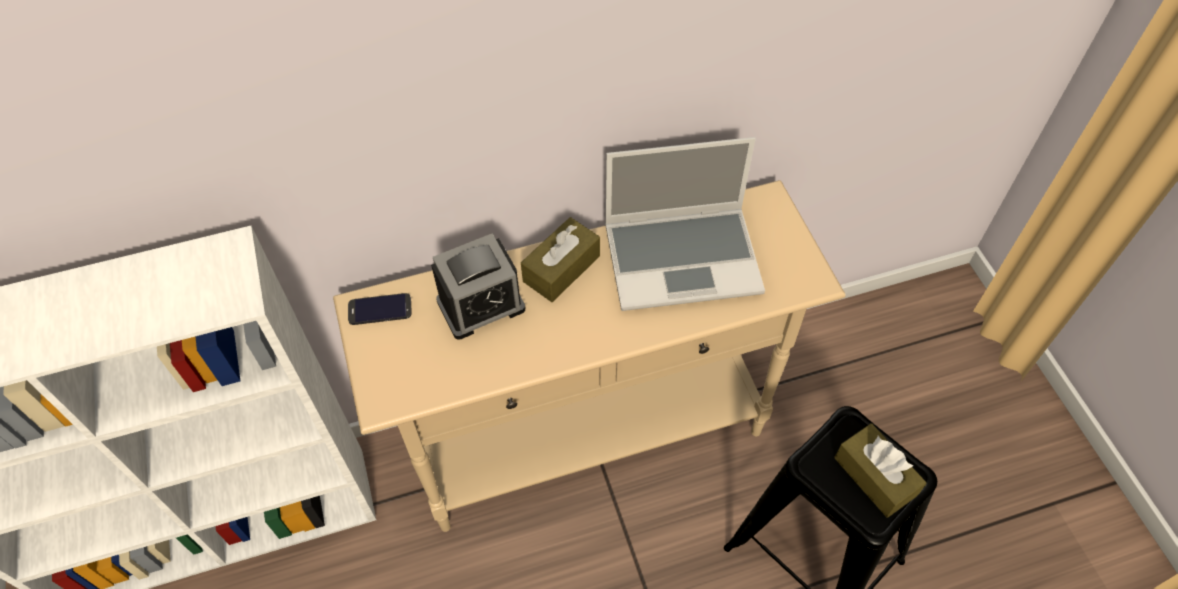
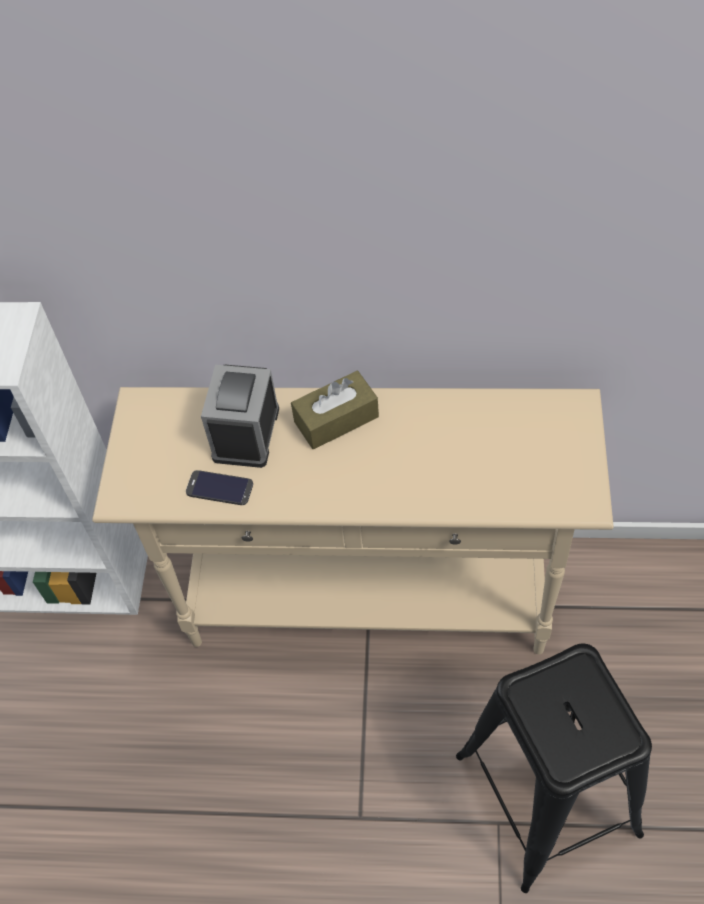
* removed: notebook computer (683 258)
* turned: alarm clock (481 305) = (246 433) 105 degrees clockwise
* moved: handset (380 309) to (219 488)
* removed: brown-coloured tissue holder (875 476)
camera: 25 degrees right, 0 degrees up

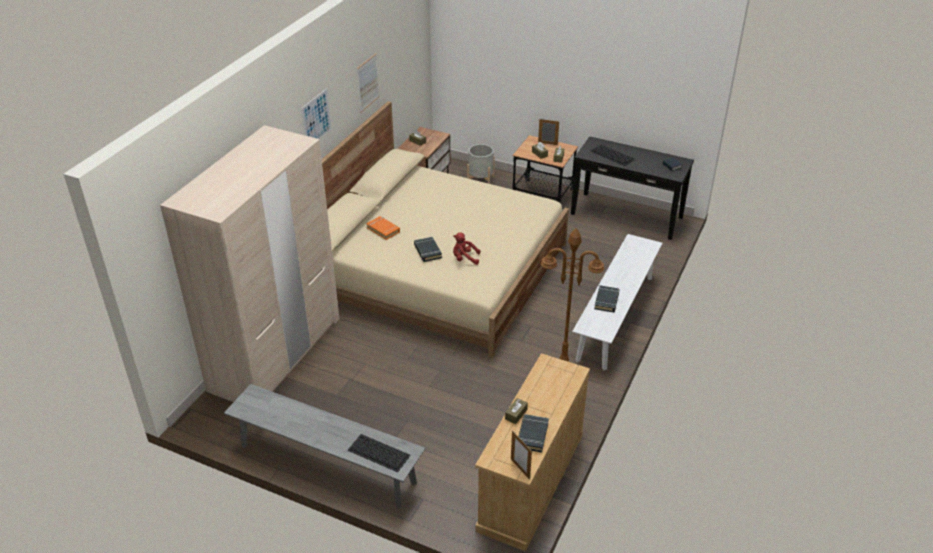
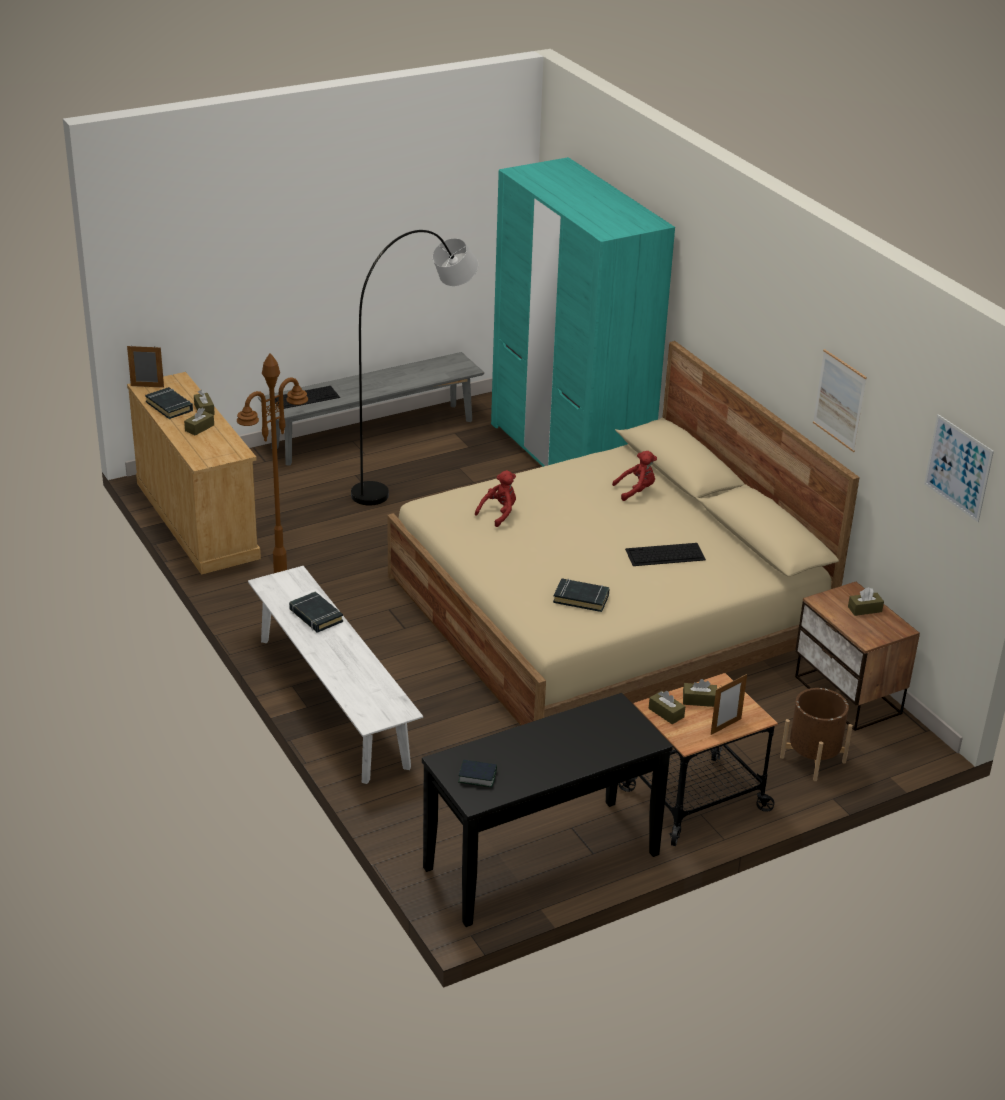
* moved: picture (316 119) to (958 467)
* recoloured: beige armoire (276 354) to turquoise armoire (568 457)
* recoloured: gray flower pot (480 180) to brown-coloured flower pot (813 759)
* moved: computer keyboard (613 155) to (664 555)
* replaced: orange bound book (383 230) to reddish cuddly toy (636 491)
* moved: black-coloured bound book (427 251) to (581 598)
* added: gray standing lamp (416 468)
* added: brown-coloured tissue holder (199 428)
camera: 125 degrees right, 5 degrees down

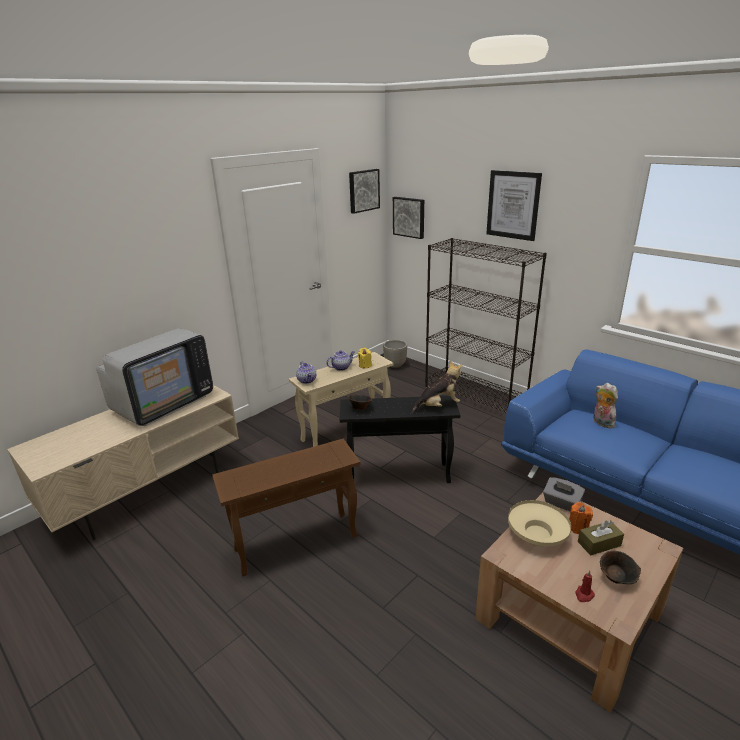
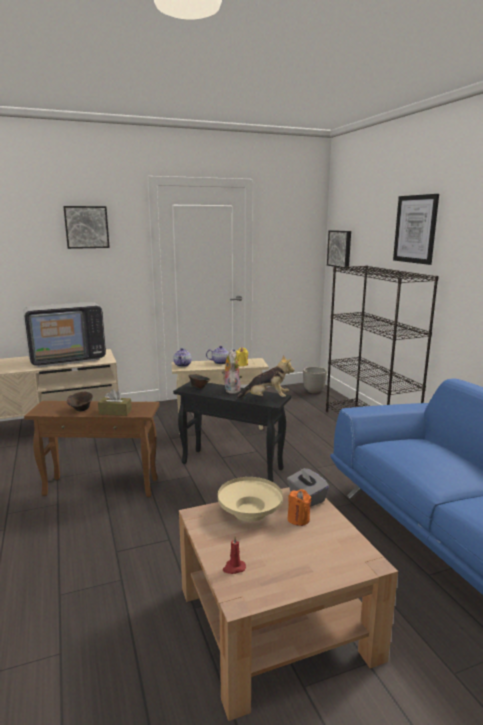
* moved: picture (363 190) to (86 227)
* moved: cuddly toy (601 423) to (231 390)
* moved: brown-coloured tissue holder (599 544) to (115 412)
* moved: brown-coloured bowl (617 578) to (81 409)
camera: 25 degrees right, 10 degrees down

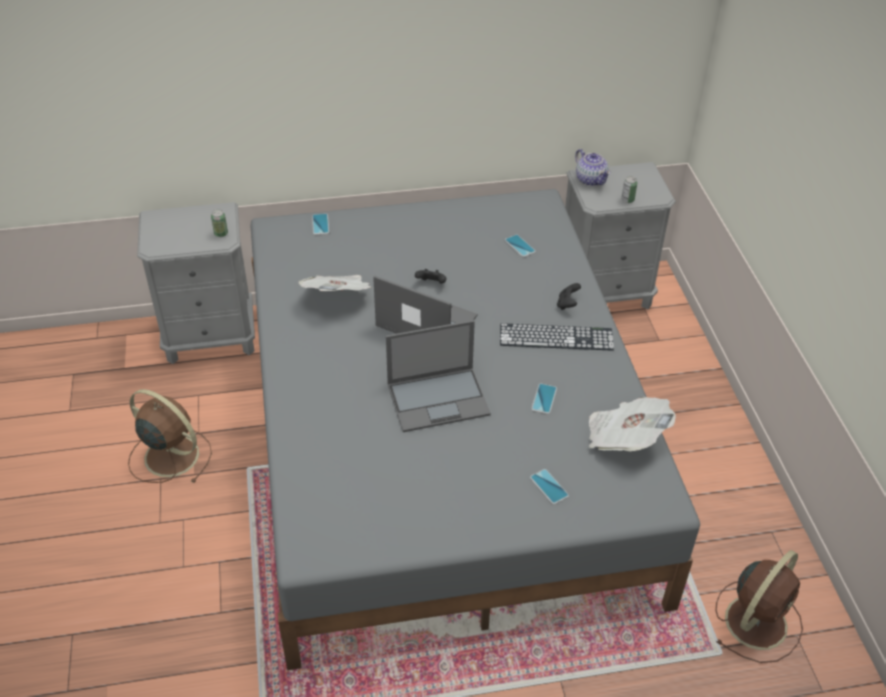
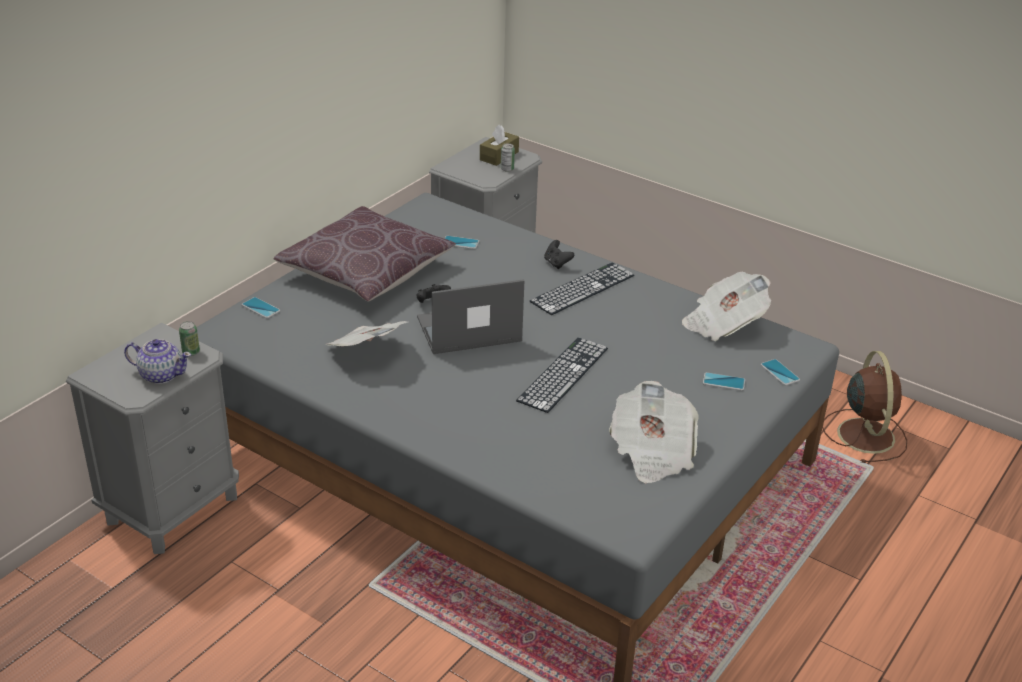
* moved: teapot (590 179) to (161 375)
* replaced: notebook computer (439 399) to computer keyboard (563 374)
* moved: handset (544 399) to (779 372)
* removed: brown-coloured cooling fan (169 455)
* added: brown-coloured tissue holder (499 156)
* added: brown-coloured throw pillow (366 272)
* added: newspaper (652 452)
camera: 45 degrees left, 10 degrees down

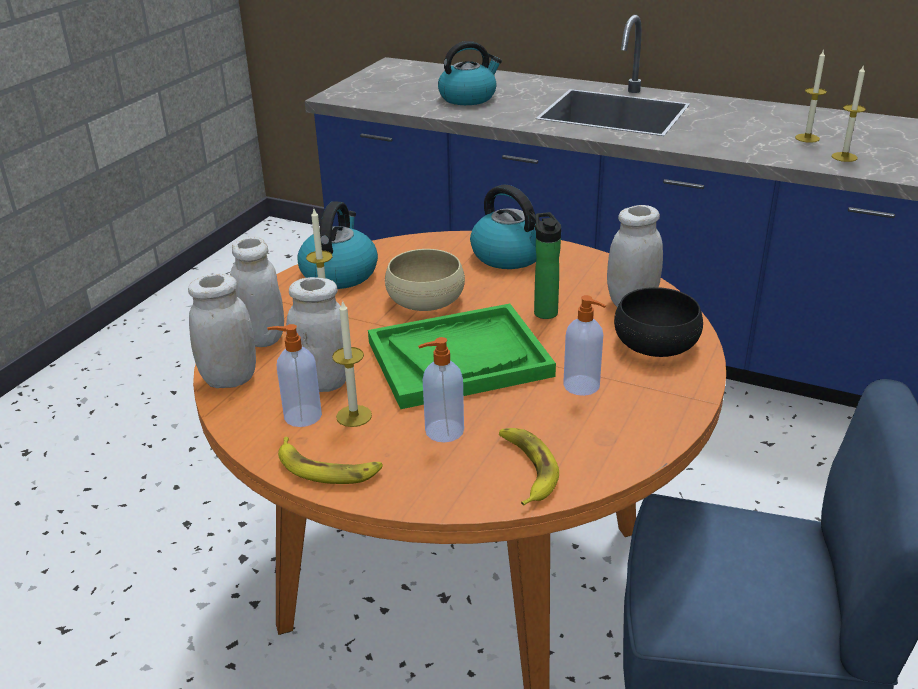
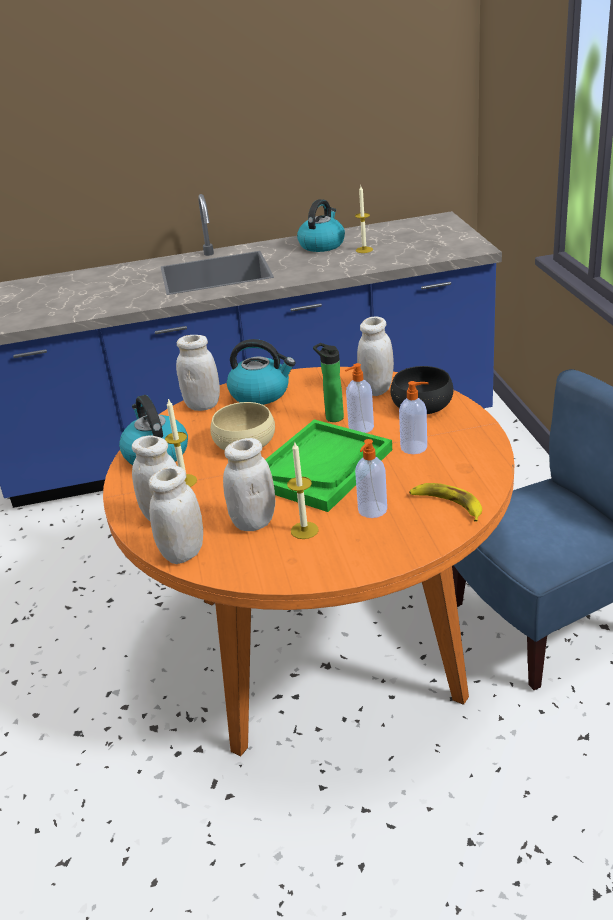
* moved: kettle (468 97) to (322 245)
* removed: wax candle (844 157)
* moved: soap bottle (301 416) to (360 428)
* removed: banana fruit (327 468)
* added: white-coloured storage jar (202 405)
camera: 35 degrees left, 0 degrees up

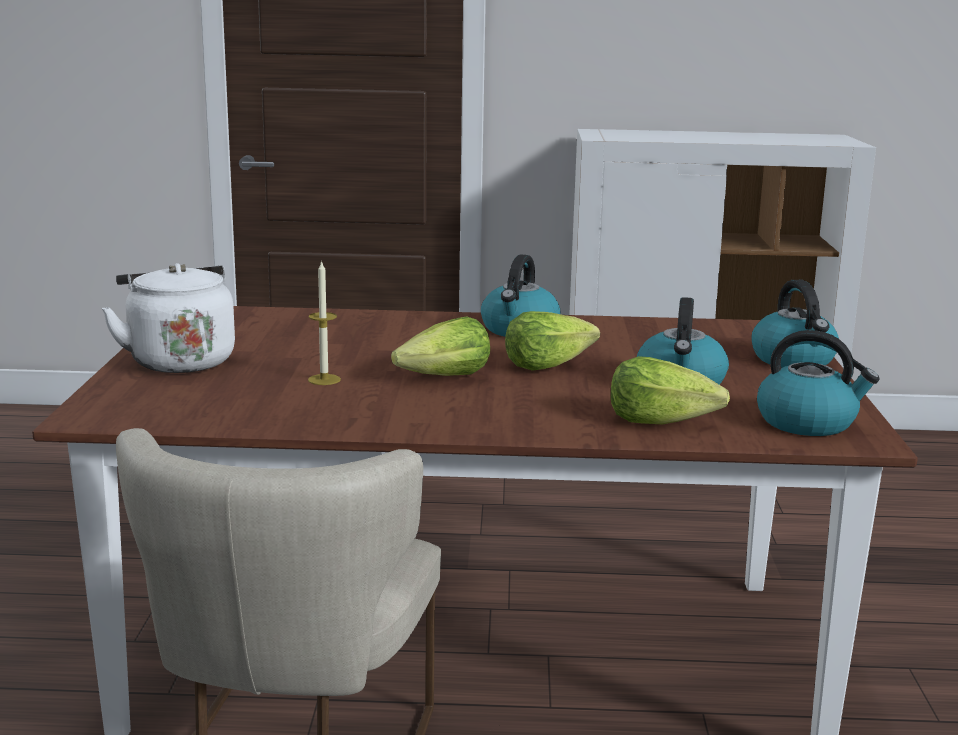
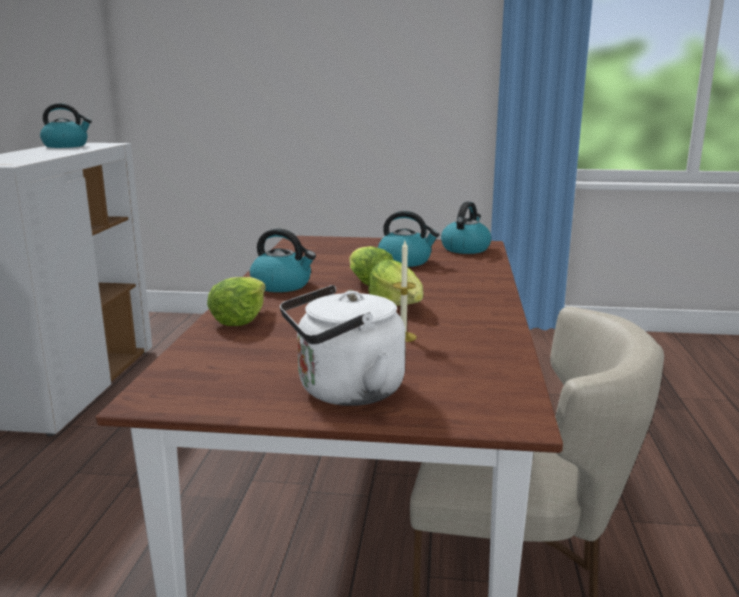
* moved: kettle (794 360) to (66 146)
* moved: lettuce (661 421) to (239 319)
camera: 85 degrees left, 0 degrees up

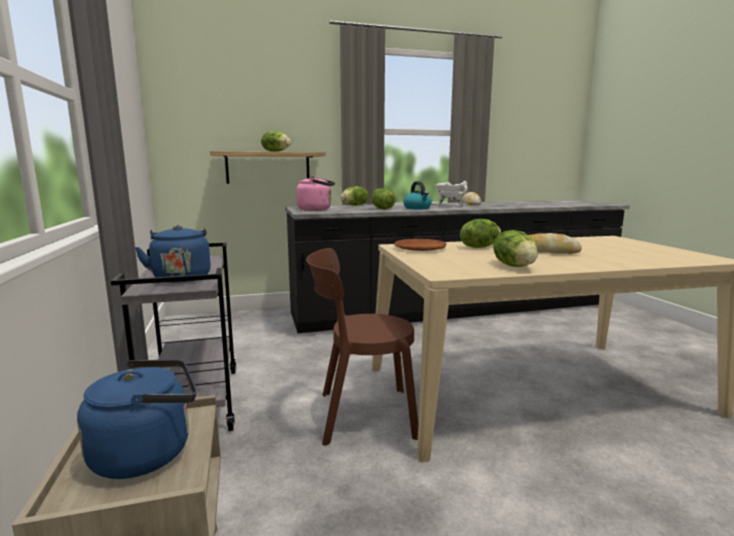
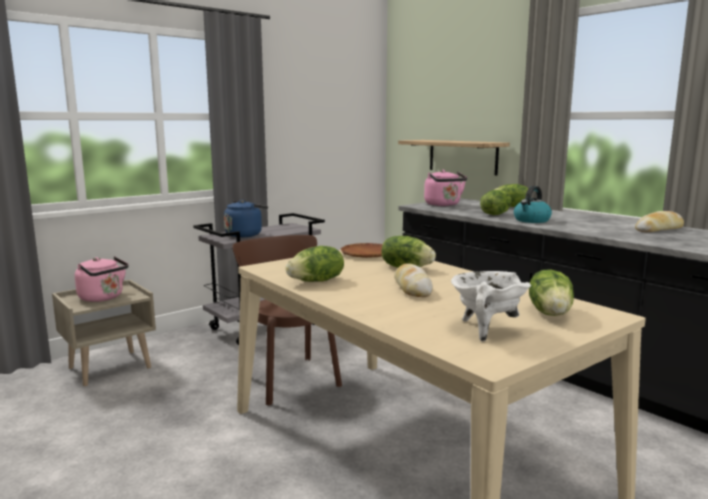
* moved: lettuce (276 152) to (551 313)
* moved: white-coloured cooking pot (450 206) to (486 329)
* recoloured: blue kettle (148 452) to pinkish kettle (103 298)
camera: 65 degrees right, 0 degrees up

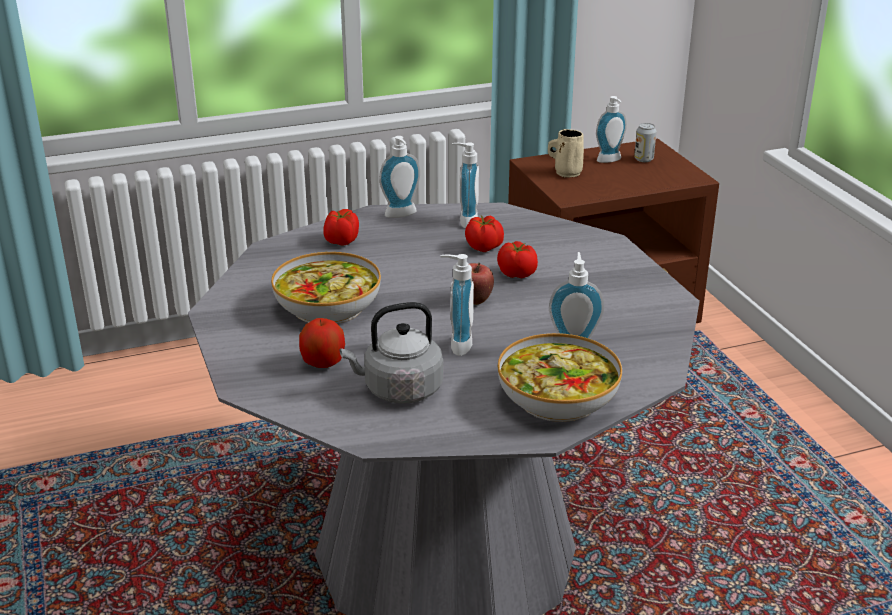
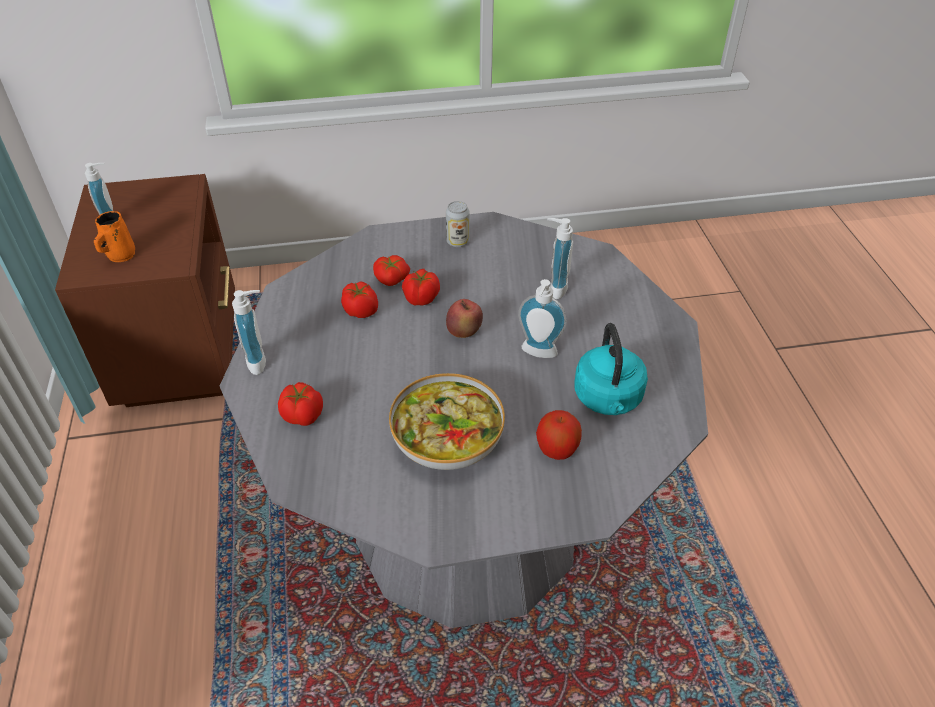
* moved: metal can (643 159) to (457 242)
* recoloured: beige tea mug (566 172) to orange tea mug (120 256)
* removed: soap bottle (464 221)
* recoloured: gray kettle (399 390) to turquoise kettle (608 399)
* removed: bowl (557 398)
* added: tomato (391 280)
camera: 80 degrees left, 15 degrees up

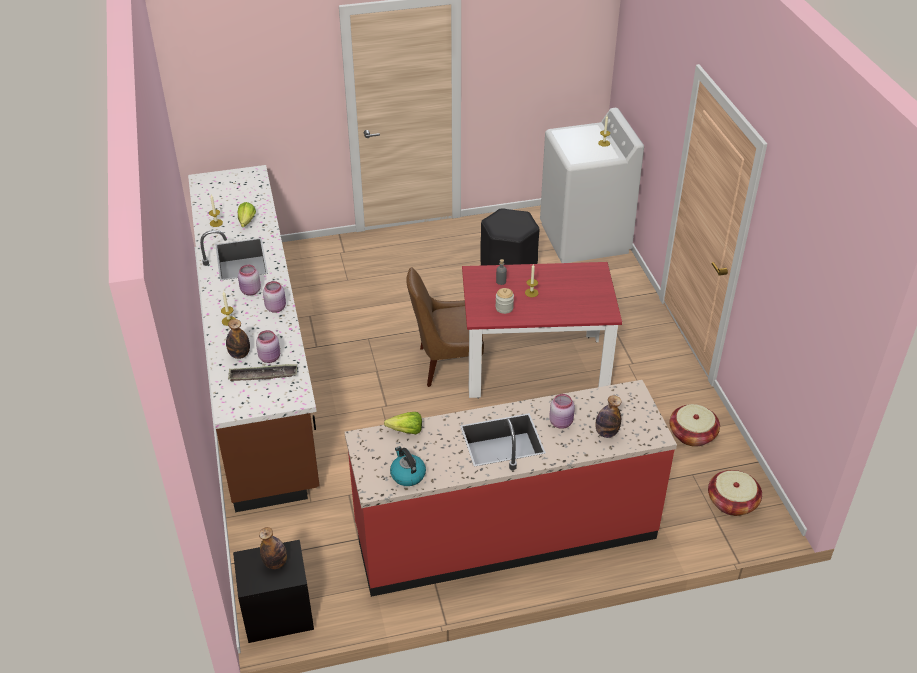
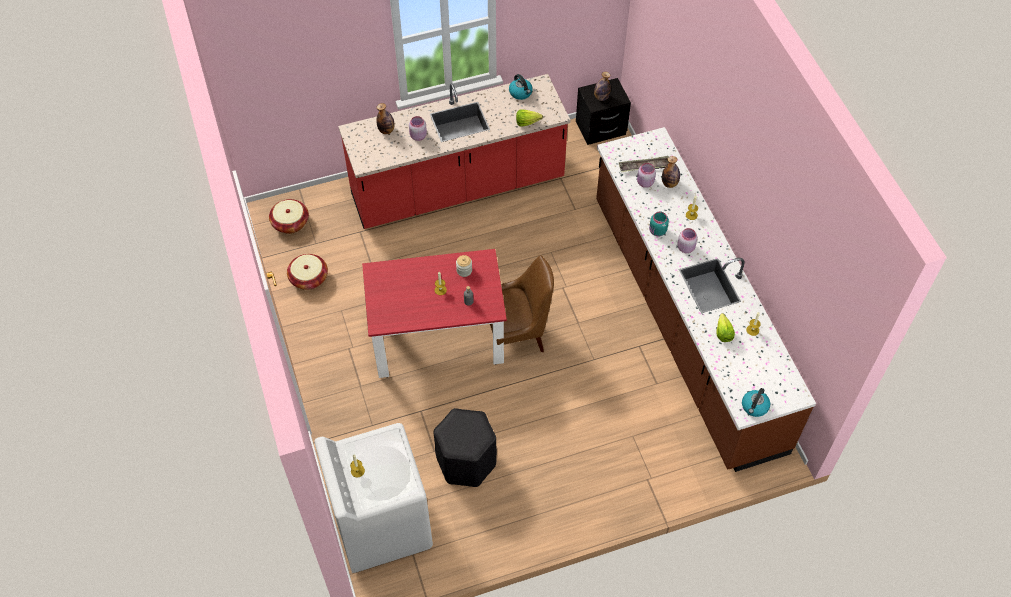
* recoloured: pinkish storage jar (276 307) to turquoise storage jar (657 231)
* added: kettle (754 407)
camera: 175 degrees right, 15 degrees up

